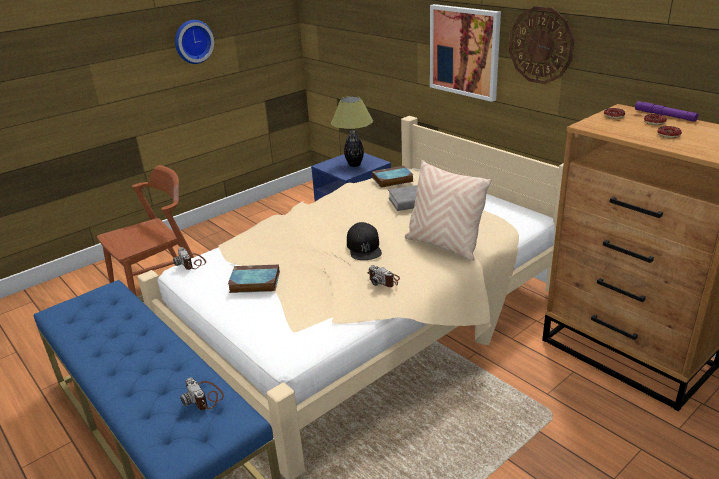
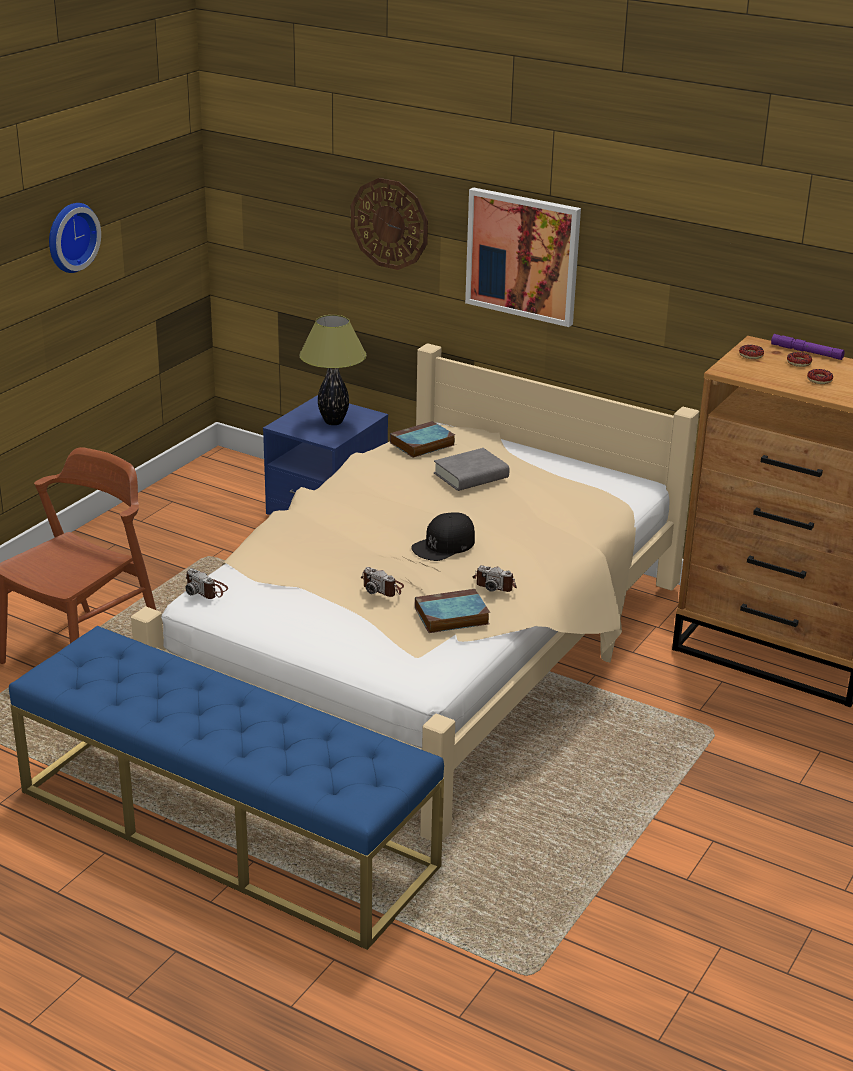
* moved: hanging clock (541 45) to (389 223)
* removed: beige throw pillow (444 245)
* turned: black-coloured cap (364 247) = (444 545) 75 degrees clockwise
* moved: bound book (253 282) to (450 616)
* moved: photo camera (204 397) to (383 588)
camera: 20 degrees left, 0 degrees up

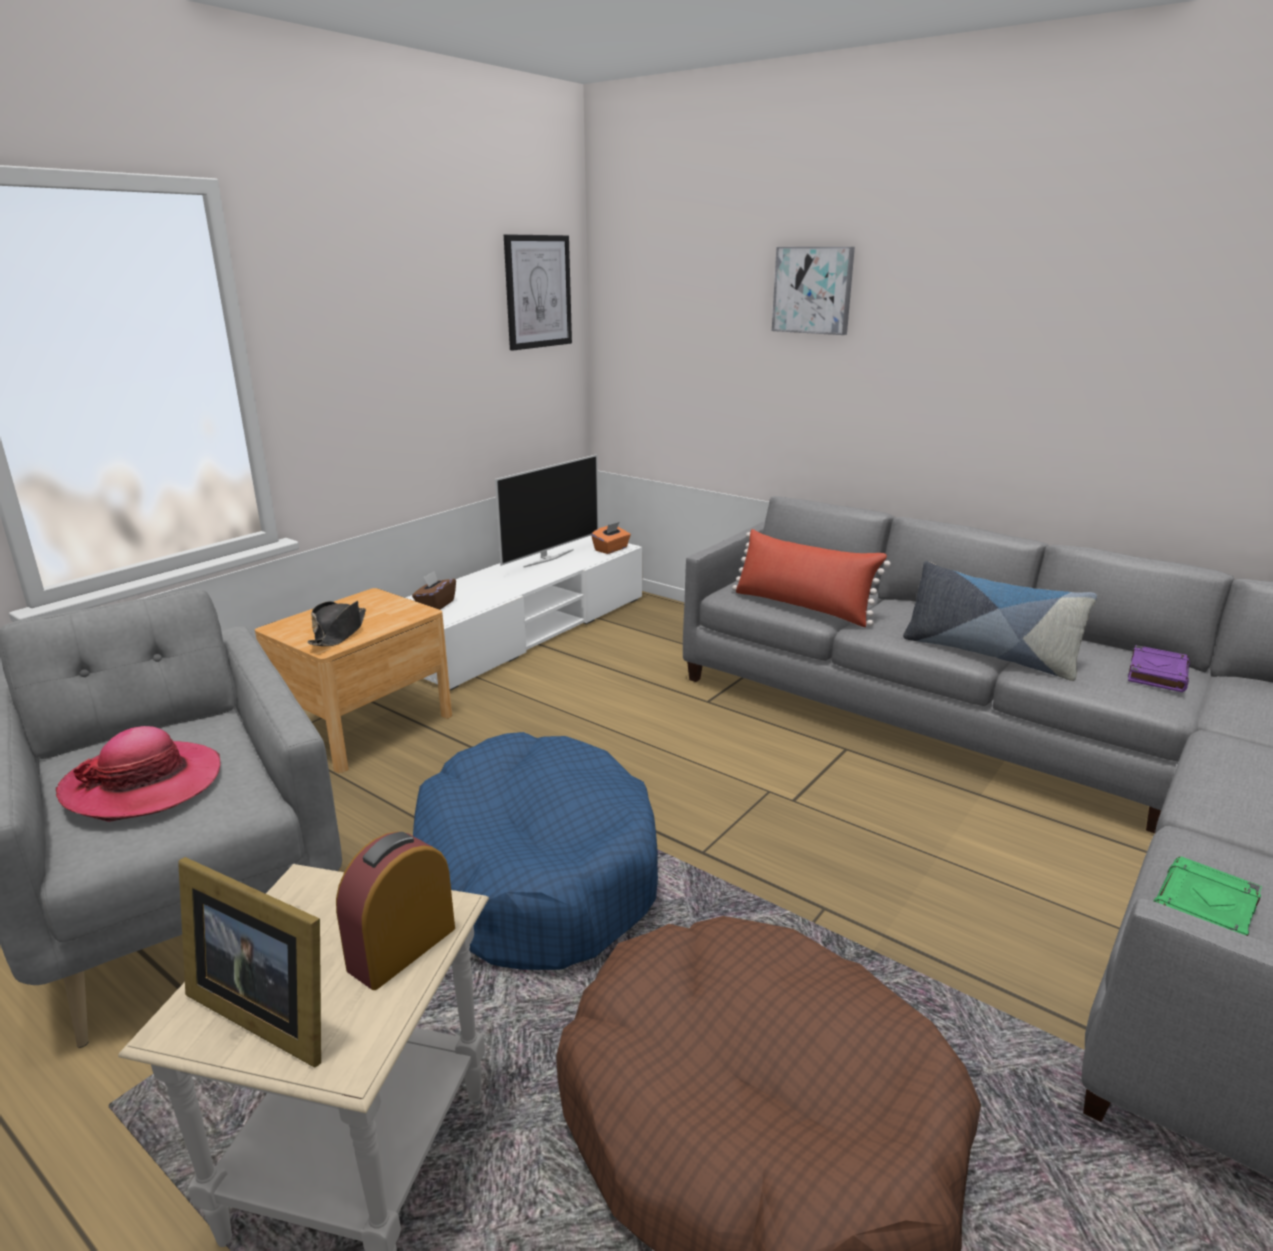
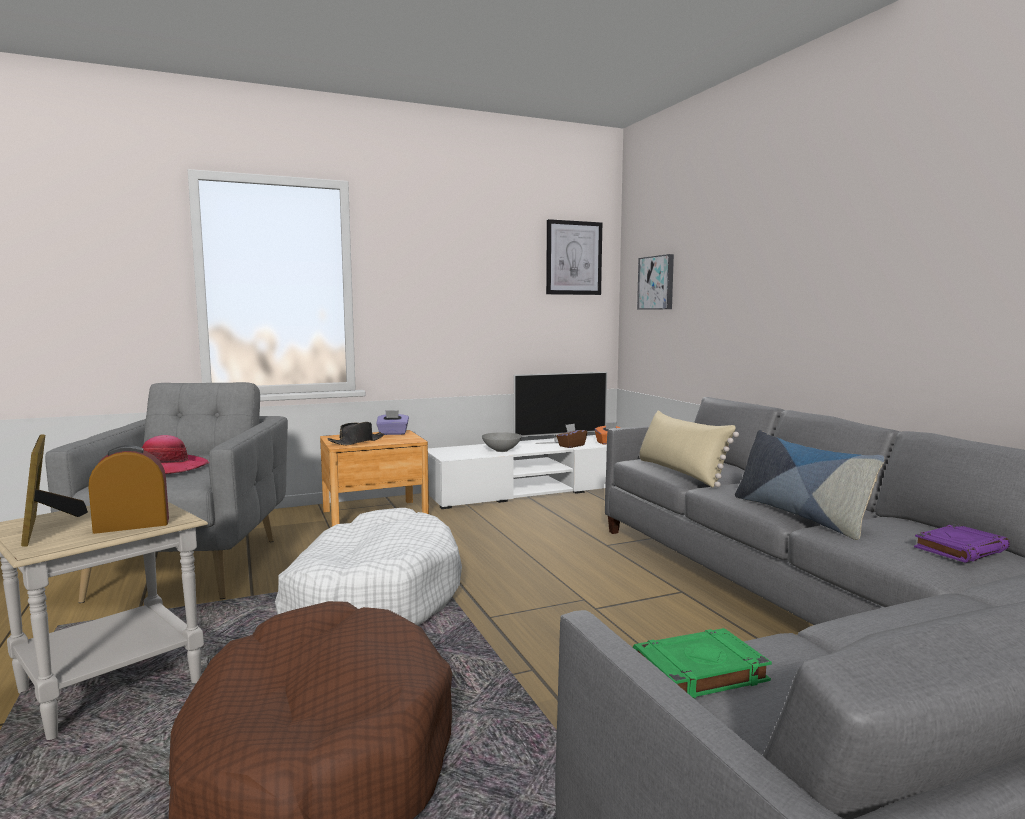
* moved: picture (813 290) to (657 283)
* recoloured: reddish throw pillow (802 607) to beige throw pillow (680 472)
* moved: brown-coloured tissue holder (435 605) to (571 445)
* recoloured: blue dog cushion (535 872) to white-coloured dog cushion (371 598)
* added: purplish tissue holder (393 433)
* added: gray bowl (502 450)
camera: 30 degrees right, 15 degrees down

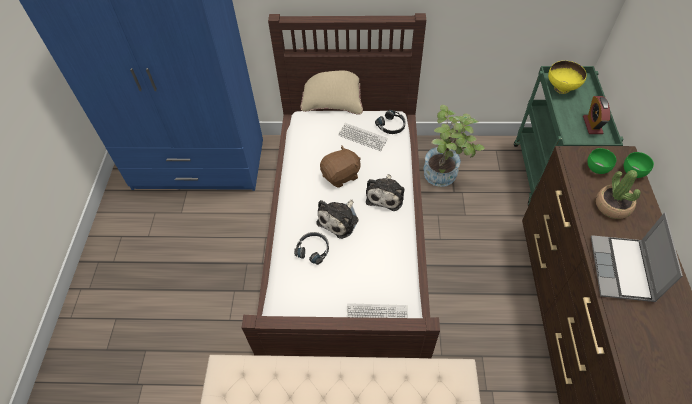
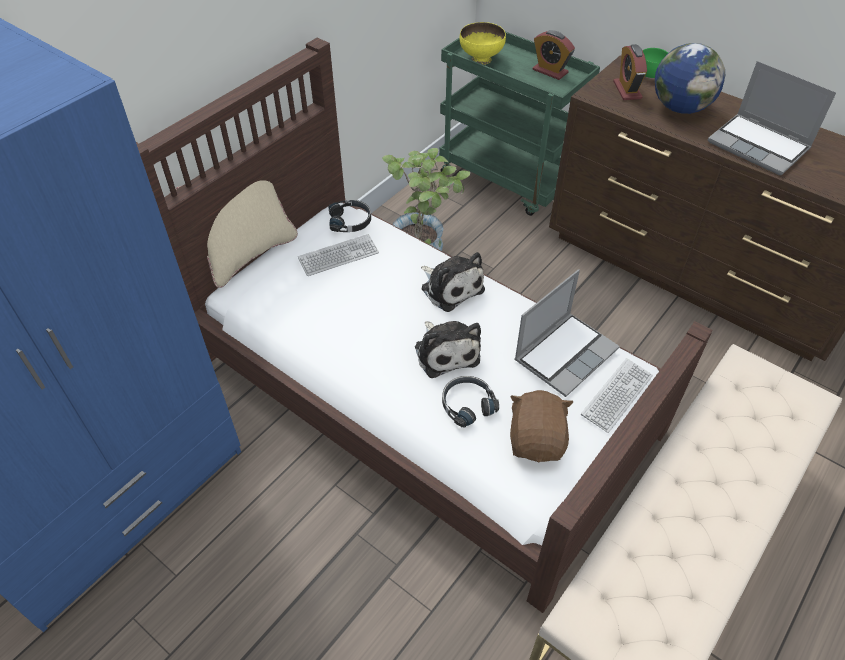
* moved: brown-coloured cuddly toy (341 175) to (537 440)
* replaced: greenish bowl (597 169) to alarm clock (627 90)
* replaced: potted plant (612 206) to globe (680 108)
* added: notebook computer (565 353)
camera: 55 degrees left, 5 degrees down

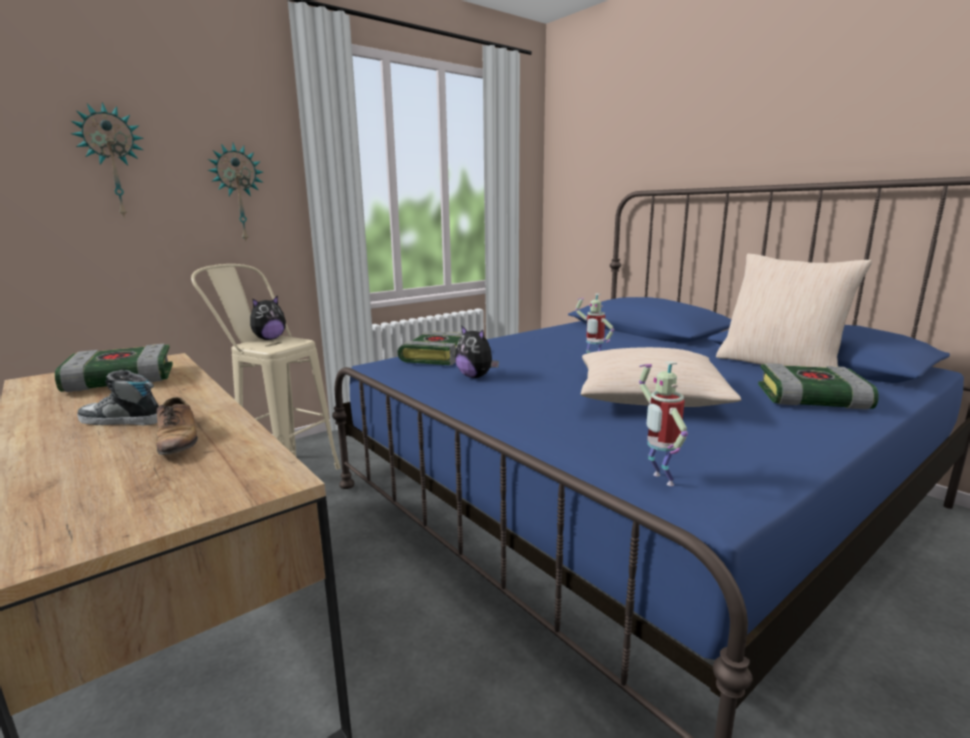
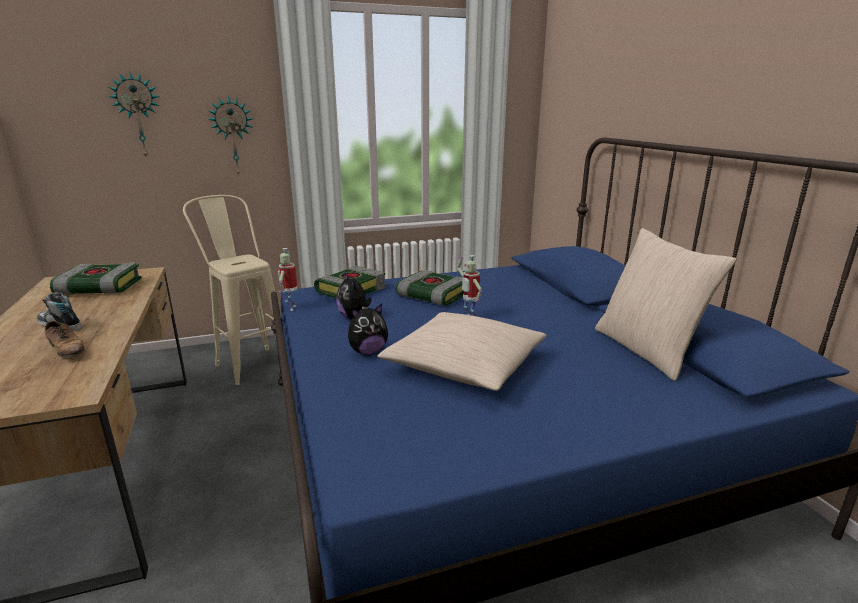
* moved: cuddly toy (269 339) to (368 351)
* moved: toy robot (659 480) to (291 308)
* moved: bound book (810 399) to (431 296)
* turned: shoe (178 441) = (67 349) 45 degrees counterclockwise
camera: 20 degrees right, 5 degrees up

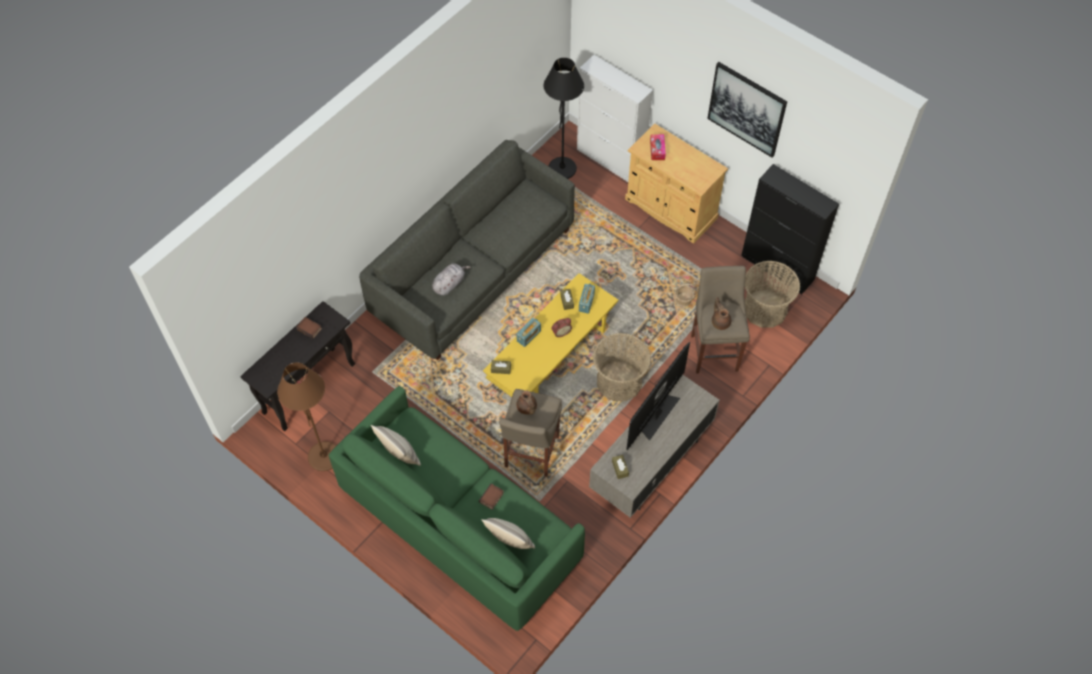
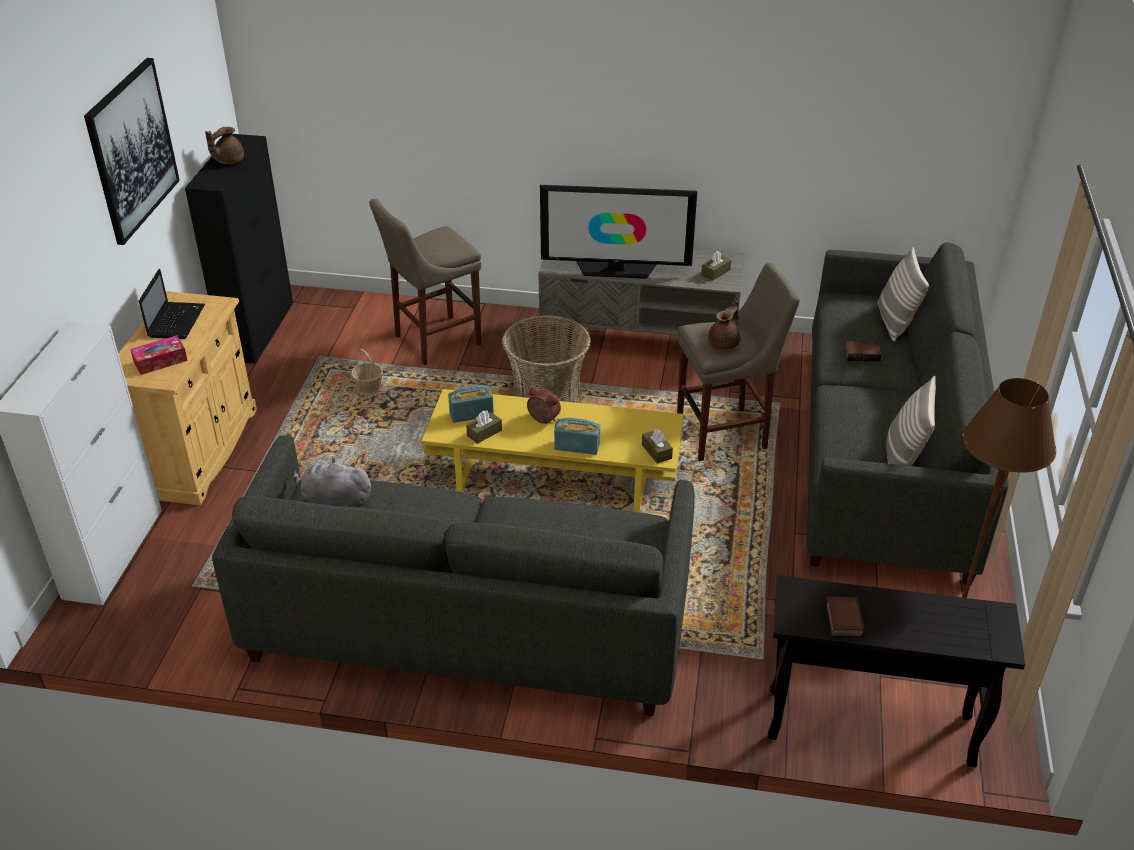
* removed: black-coloured standing lamp (562 169)
* removed: household basket (764 309)
* moved: gray cuddly toy (449 284) to (335 501)
* moved: brown-coloured teapot (720 321) to (228 161)
* recoloured: greenish couch (459 524) to gray couch (885 455)
* added: notebook computer (176 320)
camera: 120 degrees left, 20 degrees down

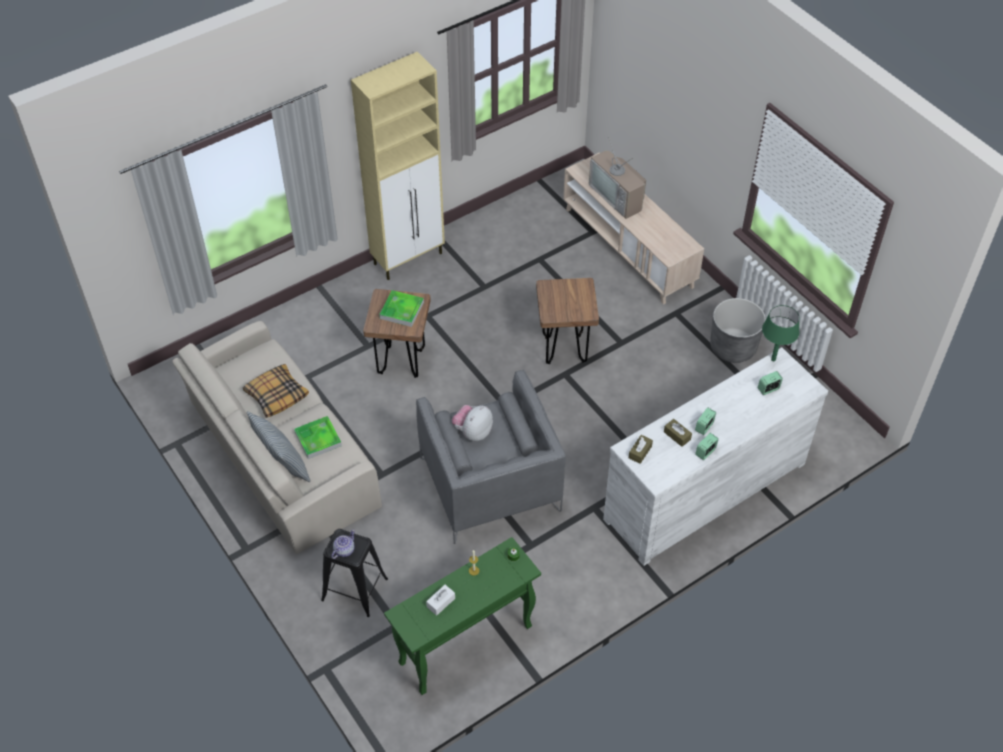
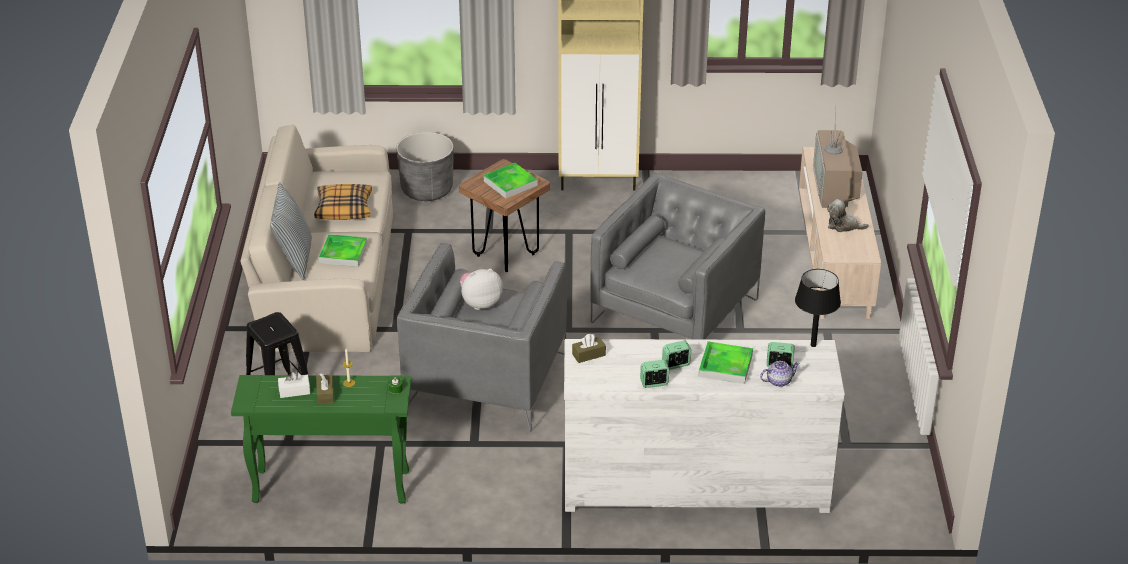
* replaced: brown-coloured stool seat (564 349) to gray armchair (675 311)
* moved: gray flower pot (733 347) to (427 190)
* recoloured: greenish tabletop lamp (773 359) to black-coloured tabletop lamp (813 345)
* moved: brown-coloured tissue holder (677 436) to (325 394)
* moved: teapot (344 550) to (778 381)
* added: cuddly toy (843 226)
* added: carrying tray (725 366)
camera: 35 degrees right, 15 degrees down

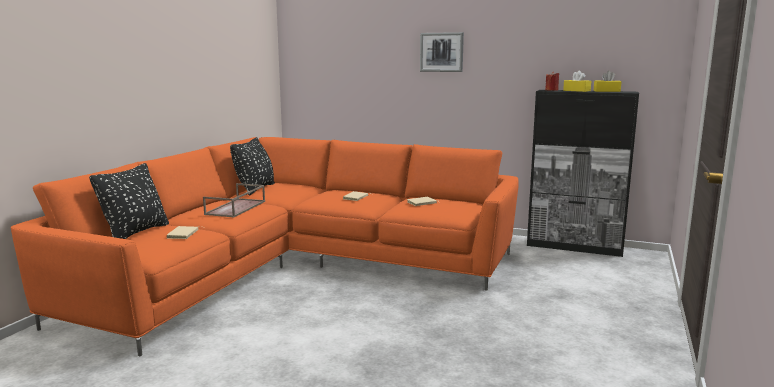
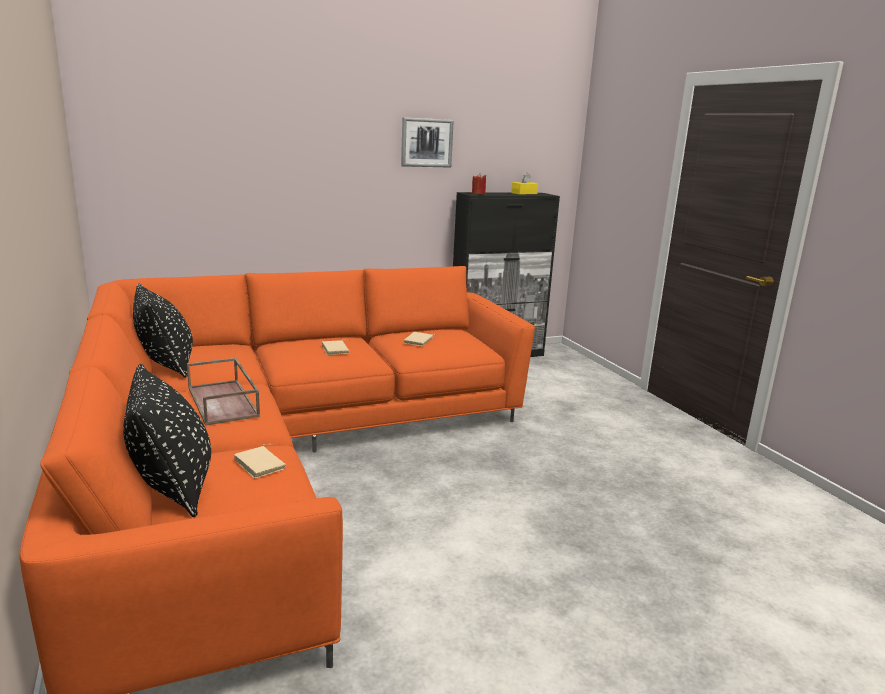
* moved: picture (441 52) to (426 142)
* removed: yellow-coloured tissue holder (576 91)
camera: 45 degrees left, 5 degrees up

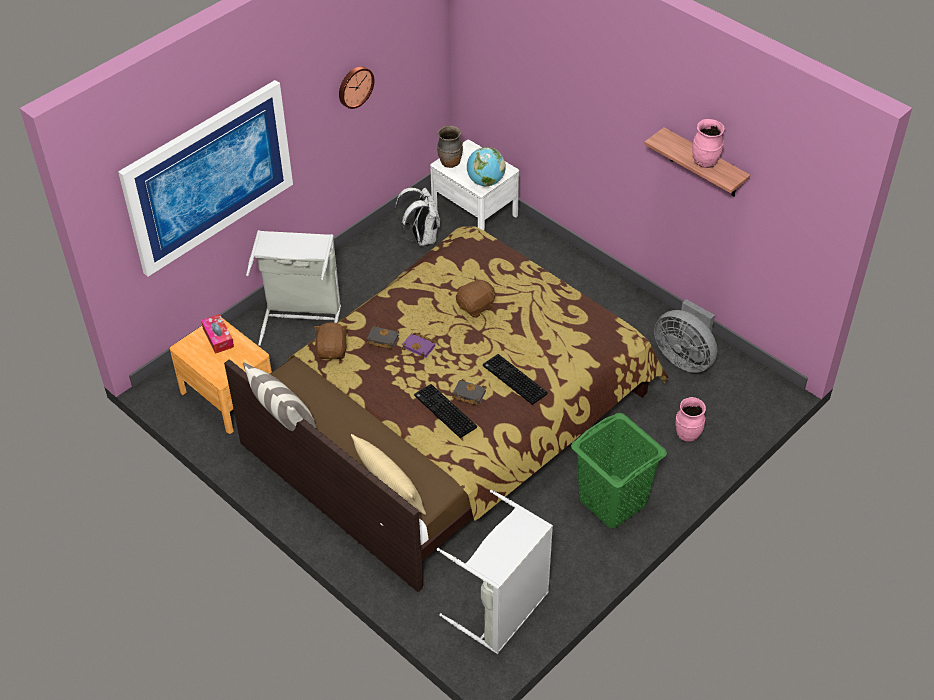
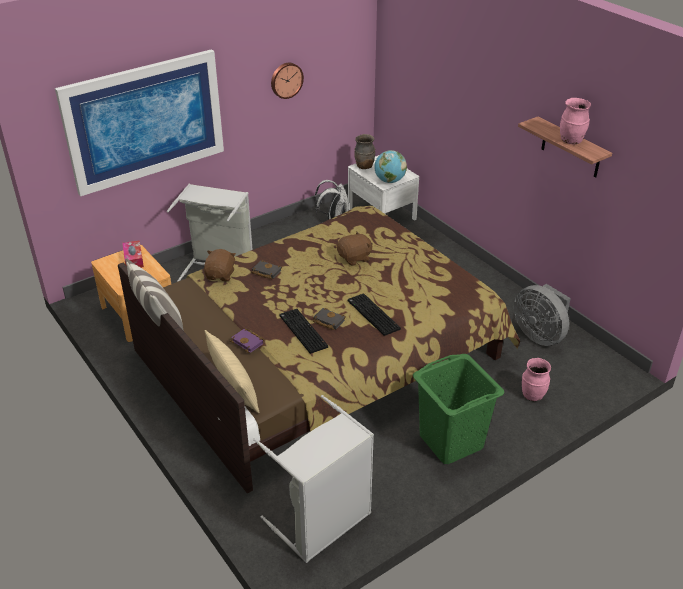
* moved: purplish bound book (420 347) to (249 342)
camera: 10 degrees right, 10 degrees down

